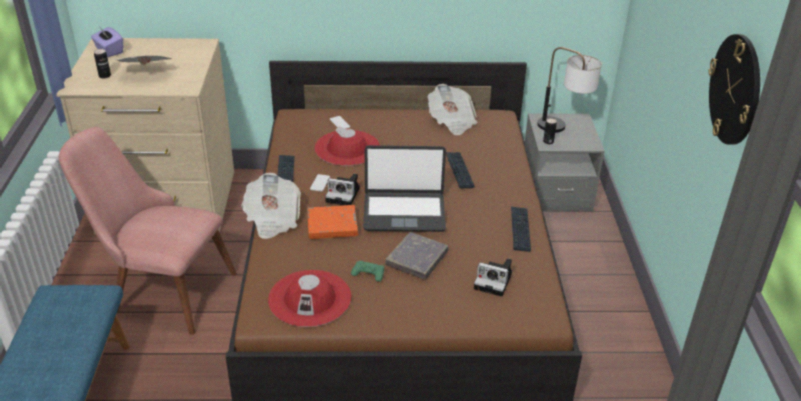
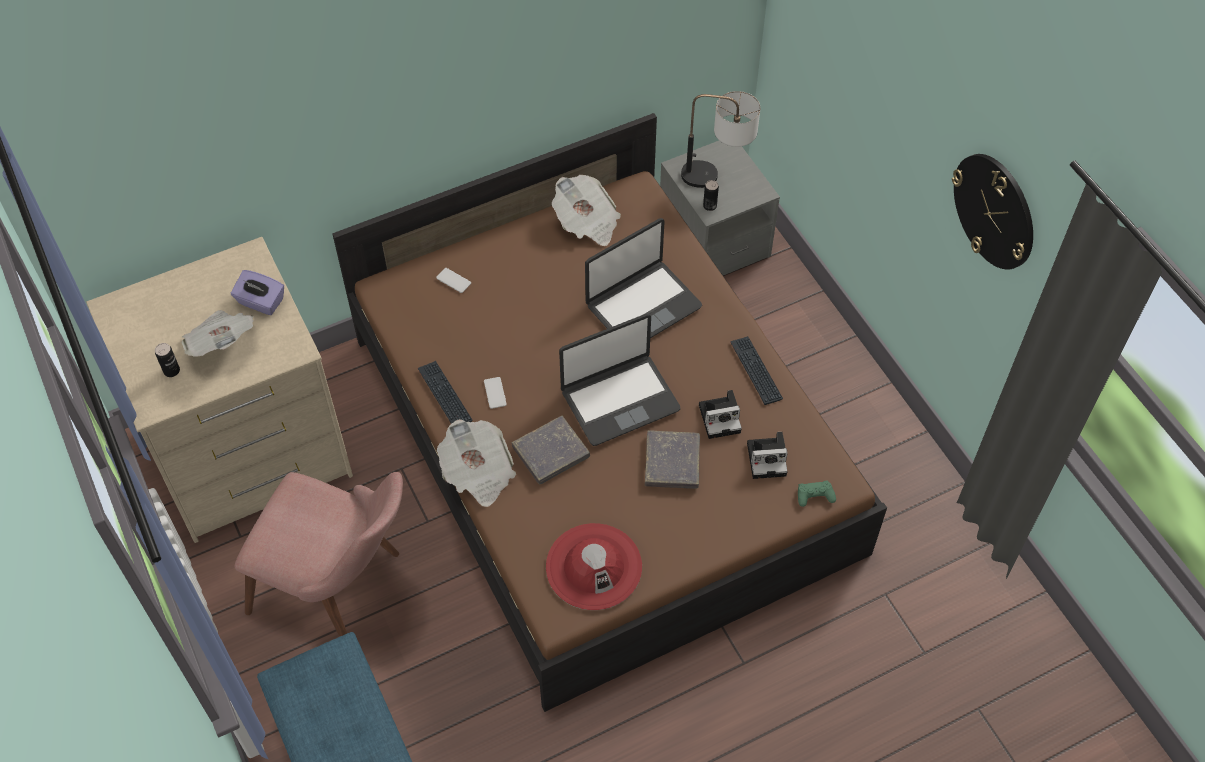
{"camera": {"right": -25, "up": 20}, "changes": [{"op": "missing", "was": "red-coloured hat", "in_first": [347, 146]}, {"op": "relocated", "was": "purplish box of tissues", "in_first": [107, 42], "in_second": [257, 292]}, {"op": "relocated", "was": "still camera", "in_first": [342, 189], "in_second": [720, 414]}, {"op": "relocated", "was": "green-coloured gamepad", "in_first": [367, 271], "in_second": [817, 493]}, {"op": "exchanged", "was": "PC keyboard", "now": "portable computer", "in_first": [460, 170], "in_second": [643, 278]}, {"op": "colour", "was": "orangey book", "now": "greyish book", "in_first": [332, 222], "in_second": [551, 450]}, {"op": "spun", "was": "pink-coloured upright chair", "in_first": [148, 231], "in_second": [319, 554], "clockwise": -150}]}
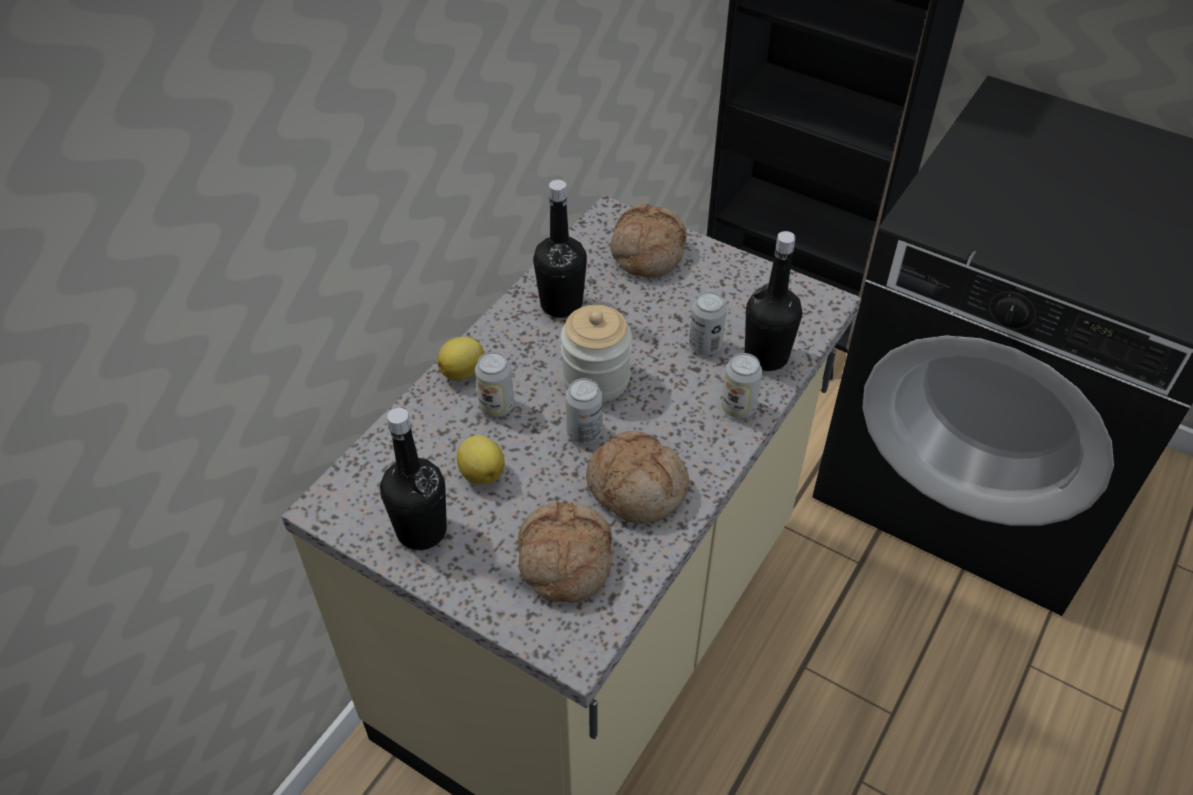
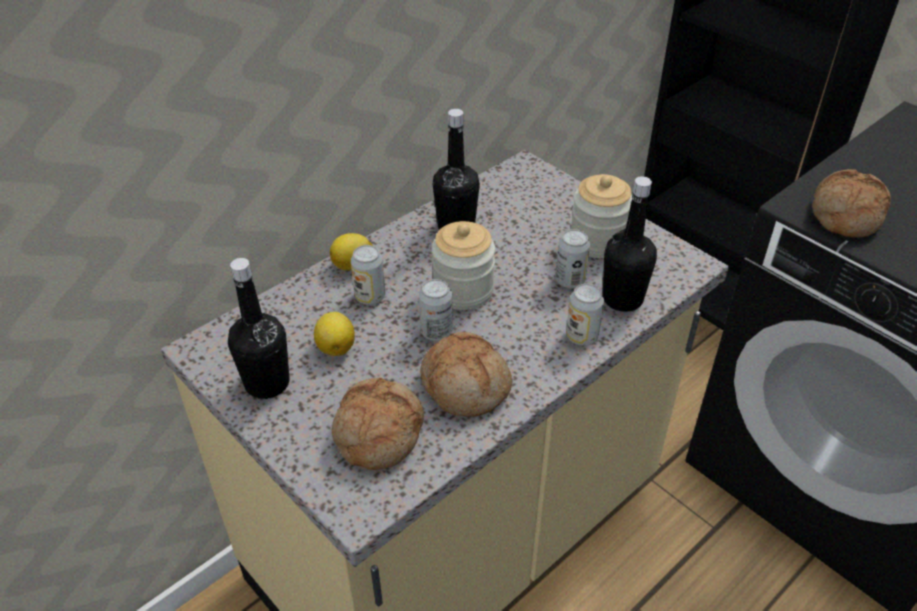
{"camera": {"right": 15, "up": -5}, "changes": [{"op": "appeared", "now": "preserve jar", "in_second": [601, 216]}, {"op": "relocated", "was": "bread", "in_first": [648, 241], "in_second": [851, 203]}]}
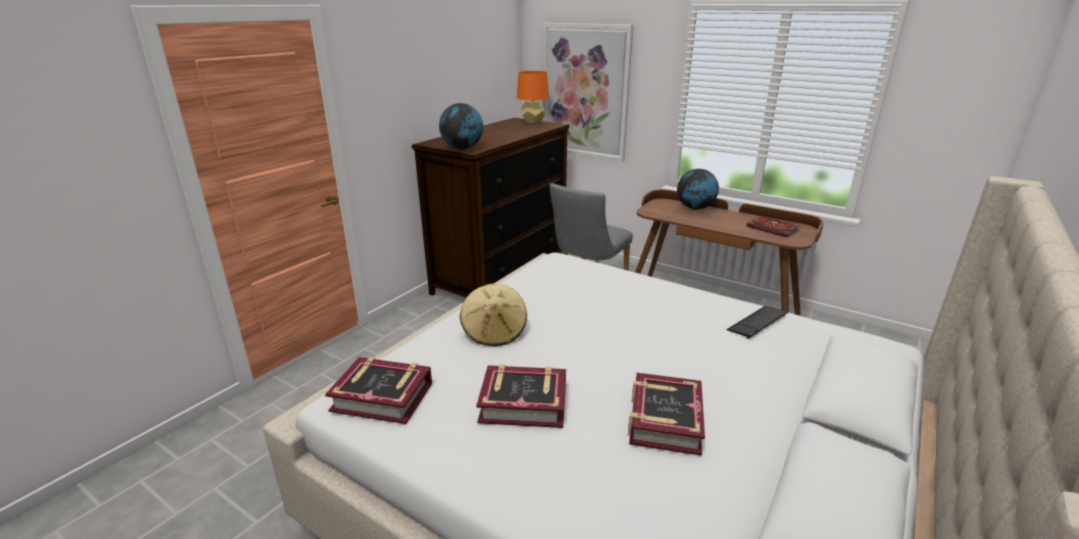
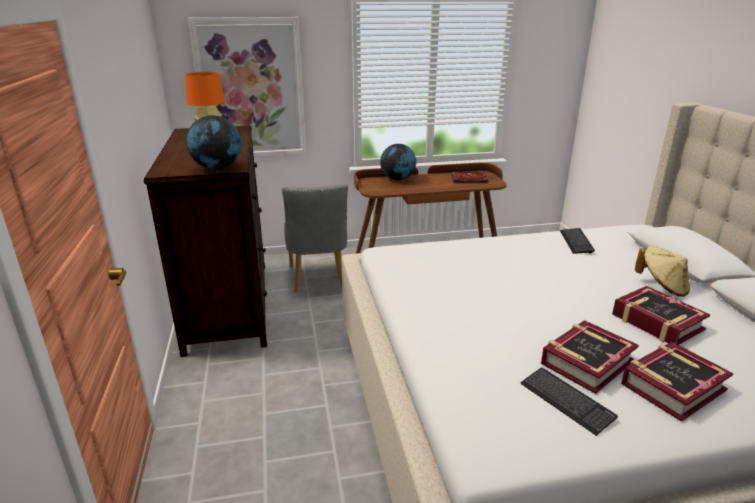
{"camera": {"right": -45, "up": 0}, "changes": [{"op": "appeared", "now": "PC keyboard", "in_second": [569, 402]}, {"op": "relocated", "was": "book", "in_first": [378, 390], "in_second": [677, 381]}, {"op": "relocated", "was": "sand-coloured hat", "in_first": [493, 315], "in_second": [662, 271]}]}
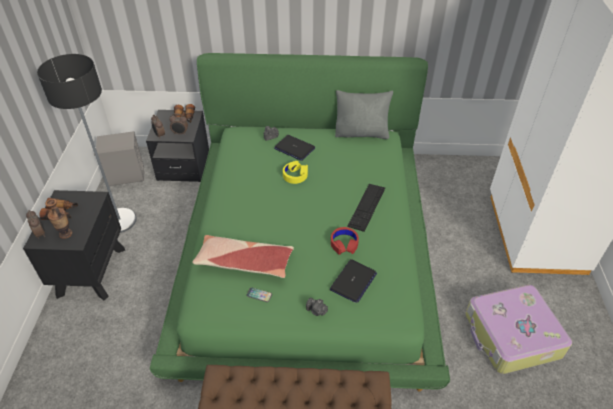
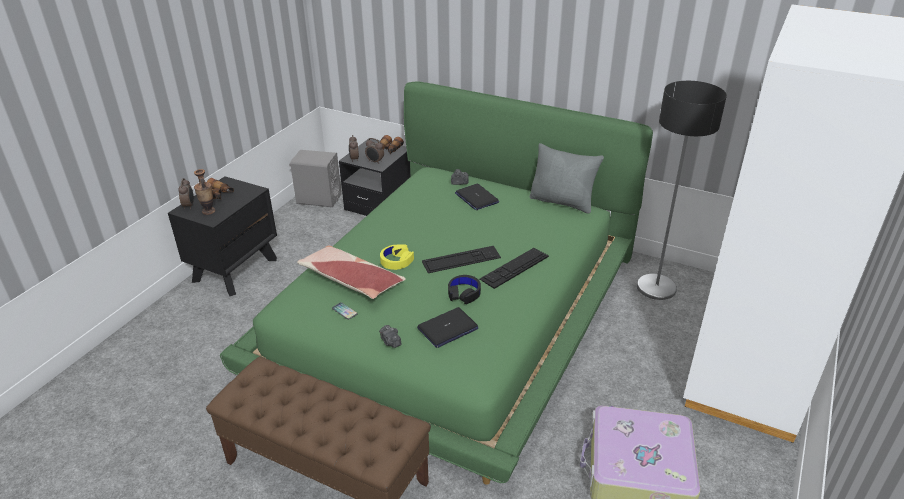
{"camera": {"right": 25, "up": -10}, "changes": [{"op": "appeared", "now": "PC keyboard", "in_second": [461, 259]}, {"op": "relocated", "was": "floor lamp", "in_first": [87, 143], "in_second": [682, 190]}, {"op": "relocated", "was": "yellow-coloured headphones", "in_first": [295, 172], "in_second": [397, 257]}, {"op": "colour", "was": "red-coloured headphones", "now": "blackish headphones", "in_first": [345, 241], "in_second": [464, 289]}]}
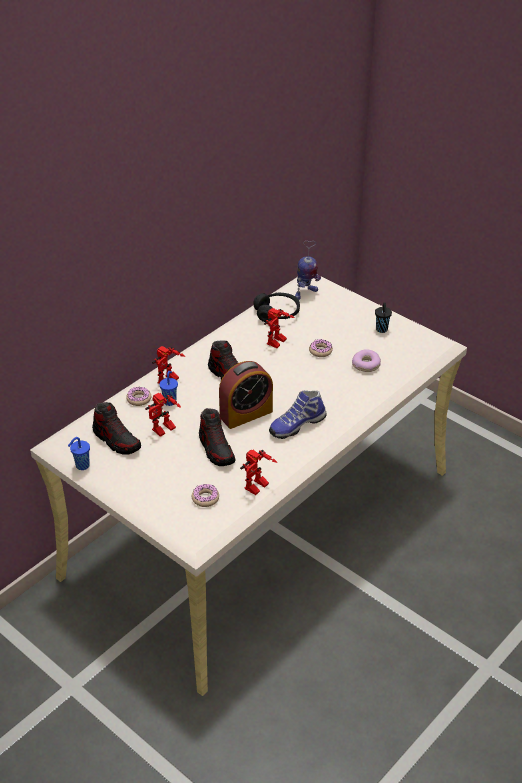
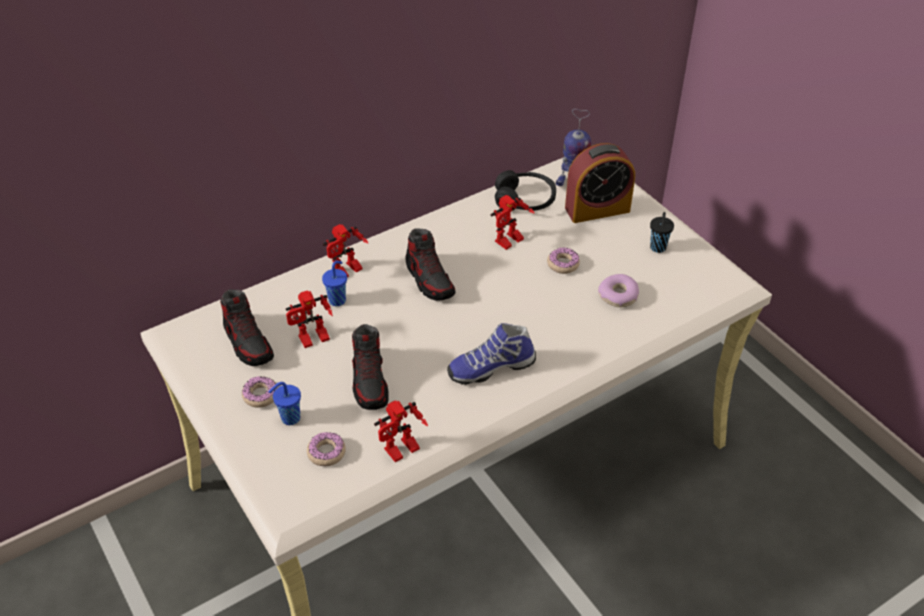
{"camera": {"right": 15, "up": 5}, "changes": [{"op": "relocated", "was": "bluish drinking cup", "in_first": [79, 453], "in_second": [284, 403]}, {"op": "relocated", "was": "doughnut", "in_first": [138, 396], "in_second": [260, 392]}, {"op": "relocated", "was": "alarm clock", "in_first": [246, 395], "in_second": [600, 183]}]}
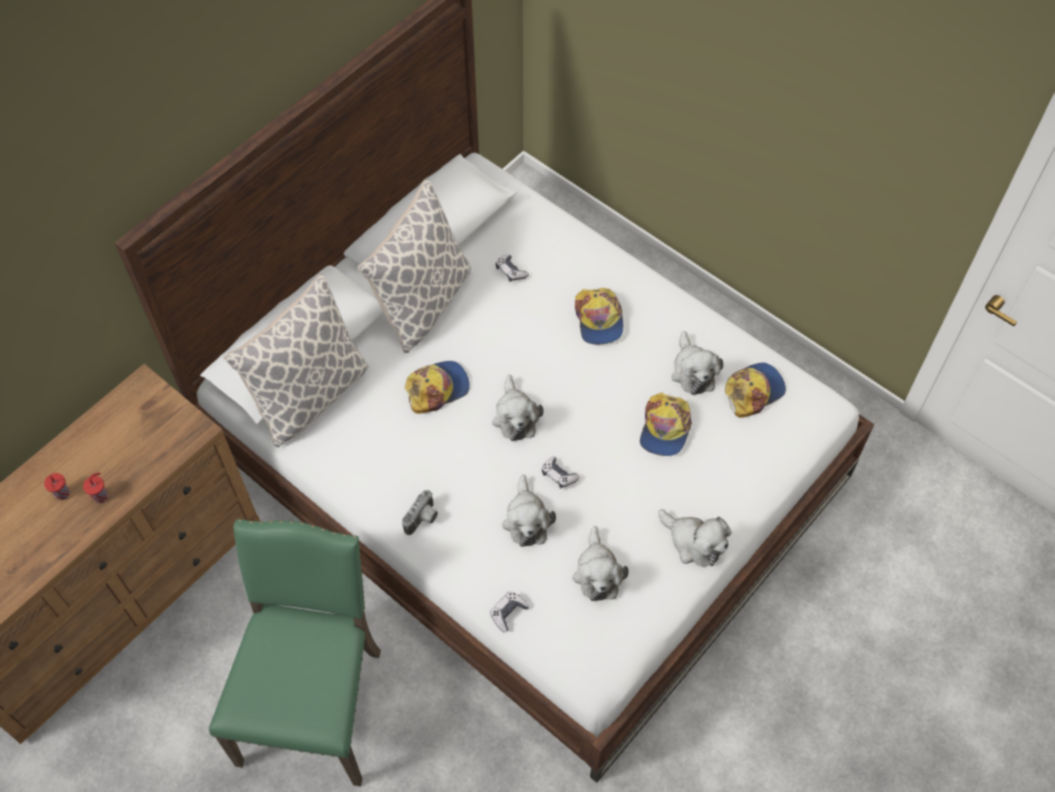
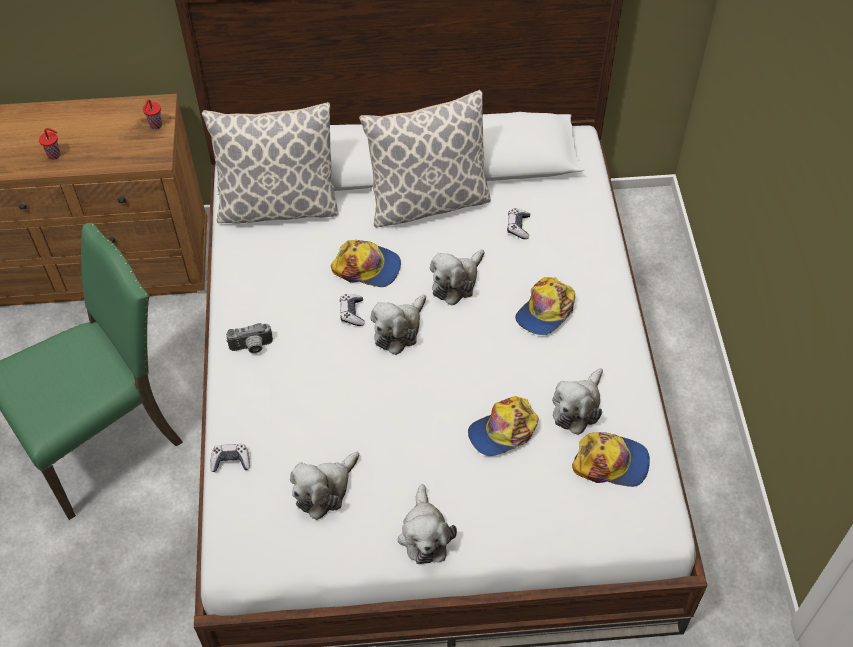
{"camera": {"right": 45, "up": -5}, "changes": [{"op": "relocated", "was": "red-coloured drinking cup", "in_first": [57, 486], "in_second": [152, 114]}, {"op": "relocated", "was": "cuddly toy", "in_first": [529, 511], "in_second": [457, 277]}, {"op": "relocated", "was": "gamepad", "in_first": [561, 472], "in_second": [352, 310]}]}
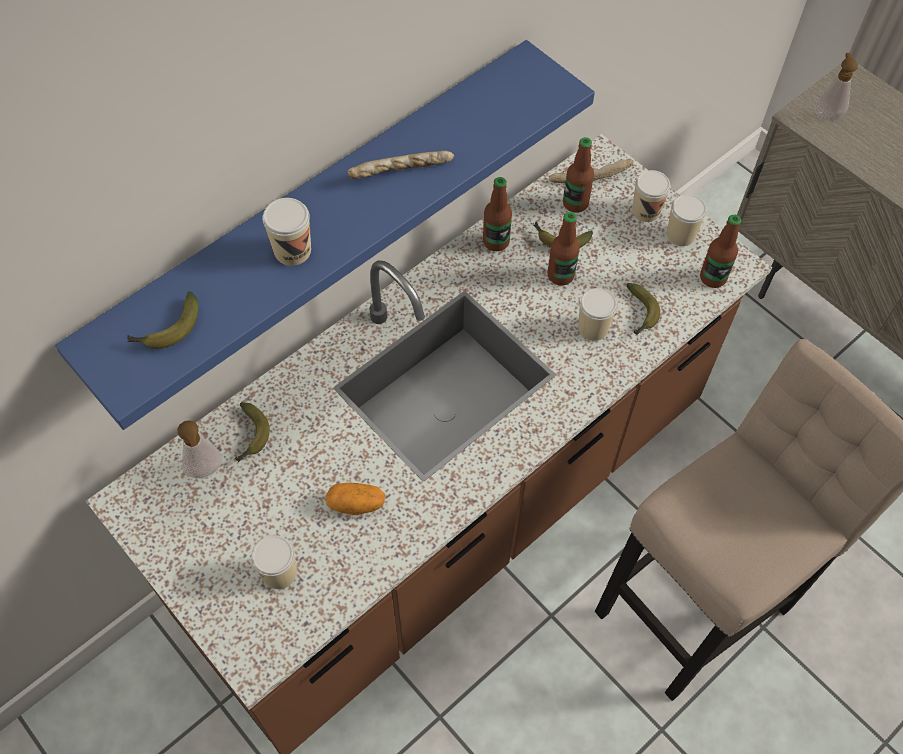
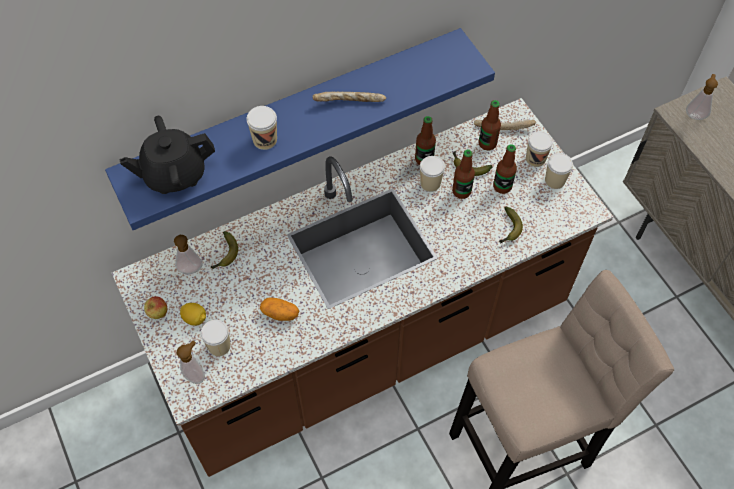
{"camera": {"right": 15, "up": 0}, "changes": [{"op": "appeared", "now": "apple", "in_second": [155, 307]}, {"op": "appeared", "now": "liquid soap bottle", "in_second": [191, 362]}, {"op": "appeared", "now": "lemon", "in_second": [193, 314]}, {"op": "relocated", "was": "drinking cup", "in_first": [597, 314], "in_second": [432, 174]}, {"op": "relocated", "was": "bottle", "in_first": [720, 251], "in_second": [505, 169]}, {"op": "exchanged", "was": "whole banana", "now": "blackish tea pot", "in_first": [162, 320], "in_second": [167, 155]}]}
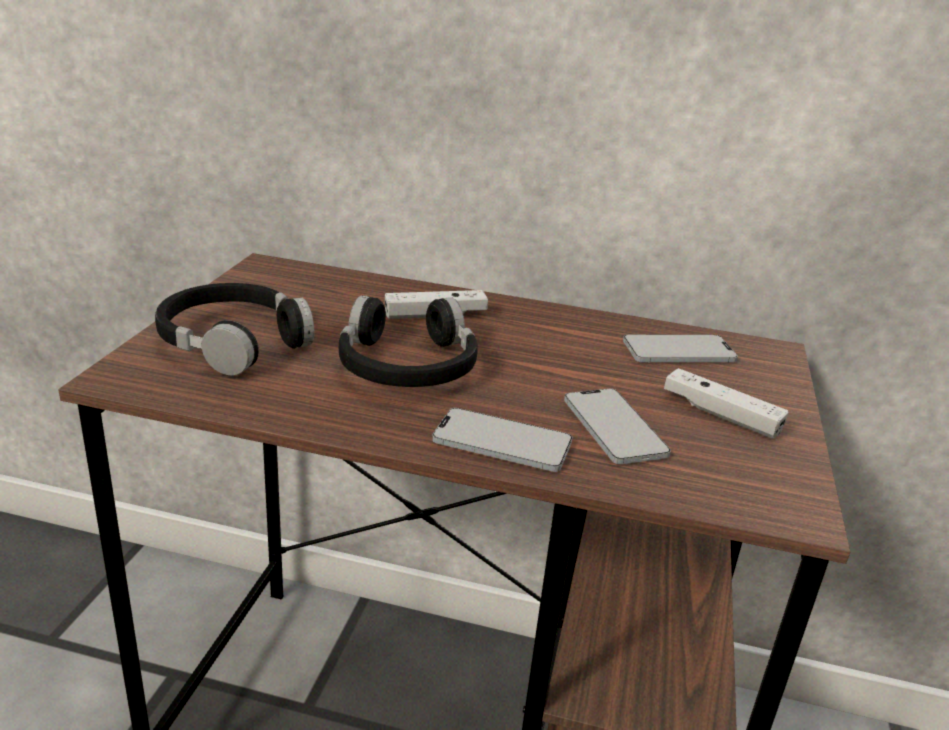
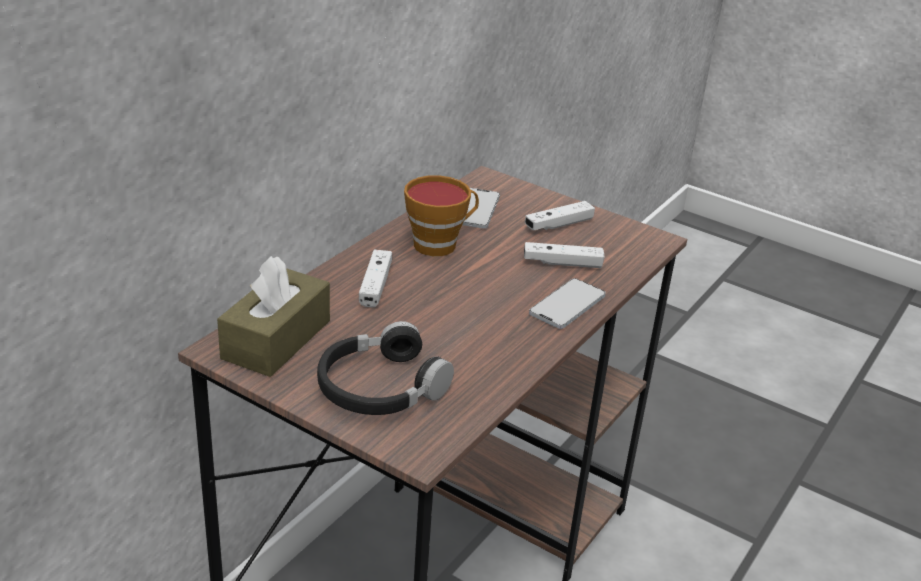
{"camera": {"right": -70, "up": 5}, "changes": [{"op": "missing", "was": "blackish headphones", "in_first": [408, 341]}, {"op": "appeared", "now": "brown-coloured box of tissues", "in_second": [273, 316]}, {"op": "appeared", "now": "drinking cup", "in_second": [441, 215]}, {"op": "exchanged", "was": "telephone", "now": "white gamepad", "in_first": [617, 426], "in_second": [564, 255]}]}
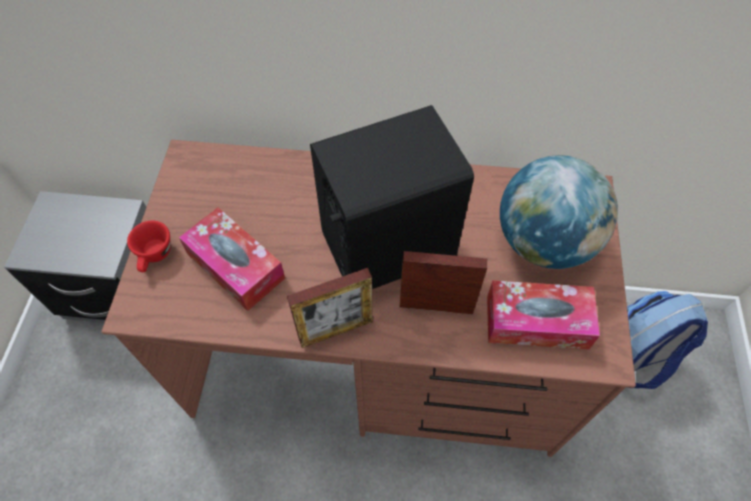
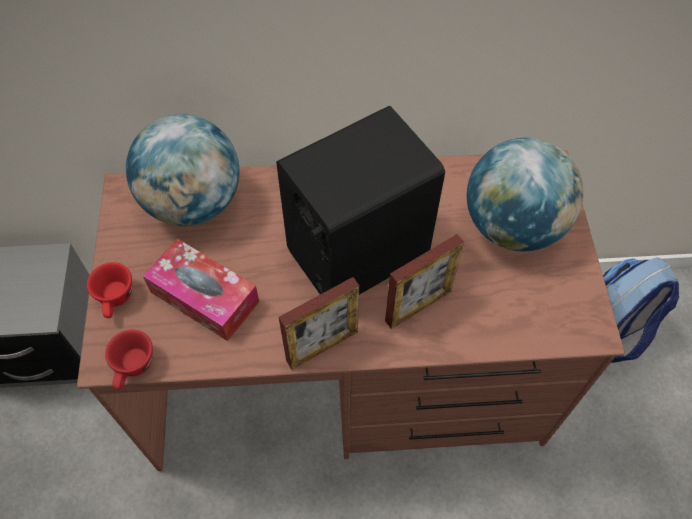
{"camera": {"right": -10, "up": 0}, "changes": [{"op": "missing", "was": "box of tissues", "in_first": [543, 315]}, {"op": "appeared", "now": "red-coloured drinking cup", "in_second": [129, 360]}, {"op": "appeared", "now": "globe", "in_second": [183, 170]}, {"op": "spun", "was": "standing frame", "in_first": [443, 282], "in_second": [424, 281], "clockwise": 150}]}
